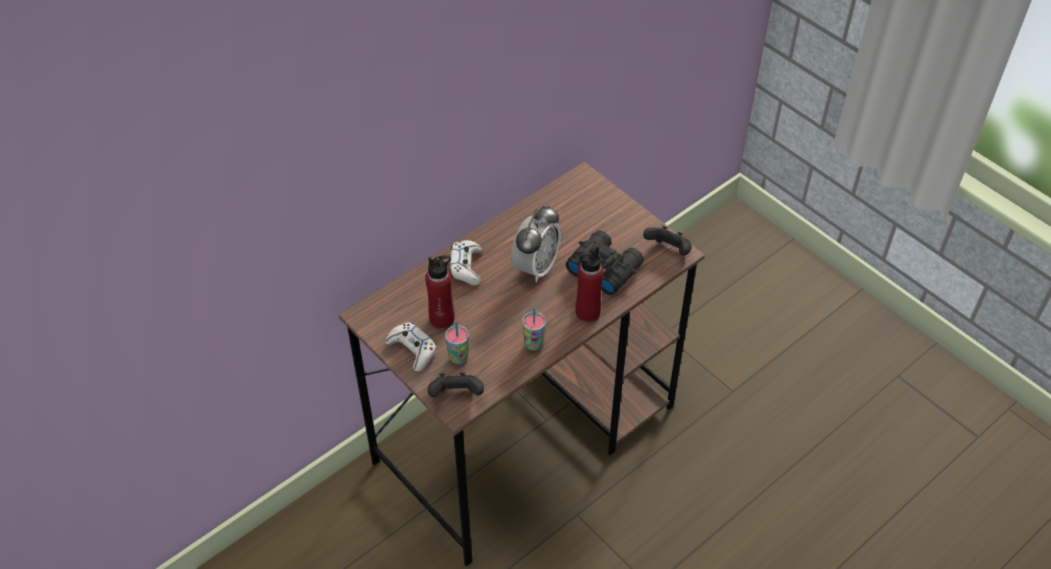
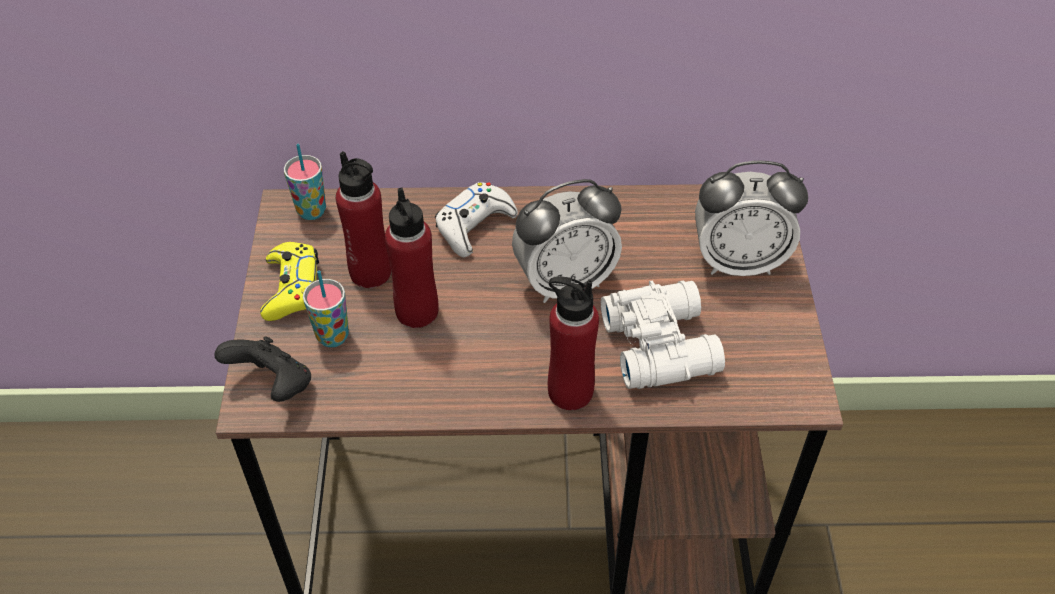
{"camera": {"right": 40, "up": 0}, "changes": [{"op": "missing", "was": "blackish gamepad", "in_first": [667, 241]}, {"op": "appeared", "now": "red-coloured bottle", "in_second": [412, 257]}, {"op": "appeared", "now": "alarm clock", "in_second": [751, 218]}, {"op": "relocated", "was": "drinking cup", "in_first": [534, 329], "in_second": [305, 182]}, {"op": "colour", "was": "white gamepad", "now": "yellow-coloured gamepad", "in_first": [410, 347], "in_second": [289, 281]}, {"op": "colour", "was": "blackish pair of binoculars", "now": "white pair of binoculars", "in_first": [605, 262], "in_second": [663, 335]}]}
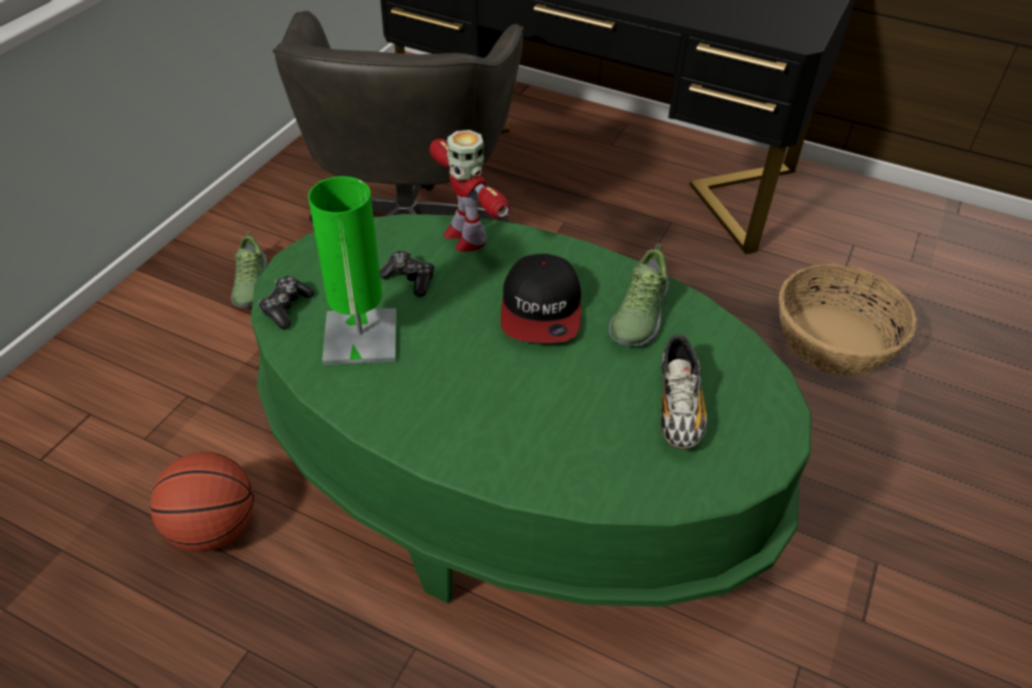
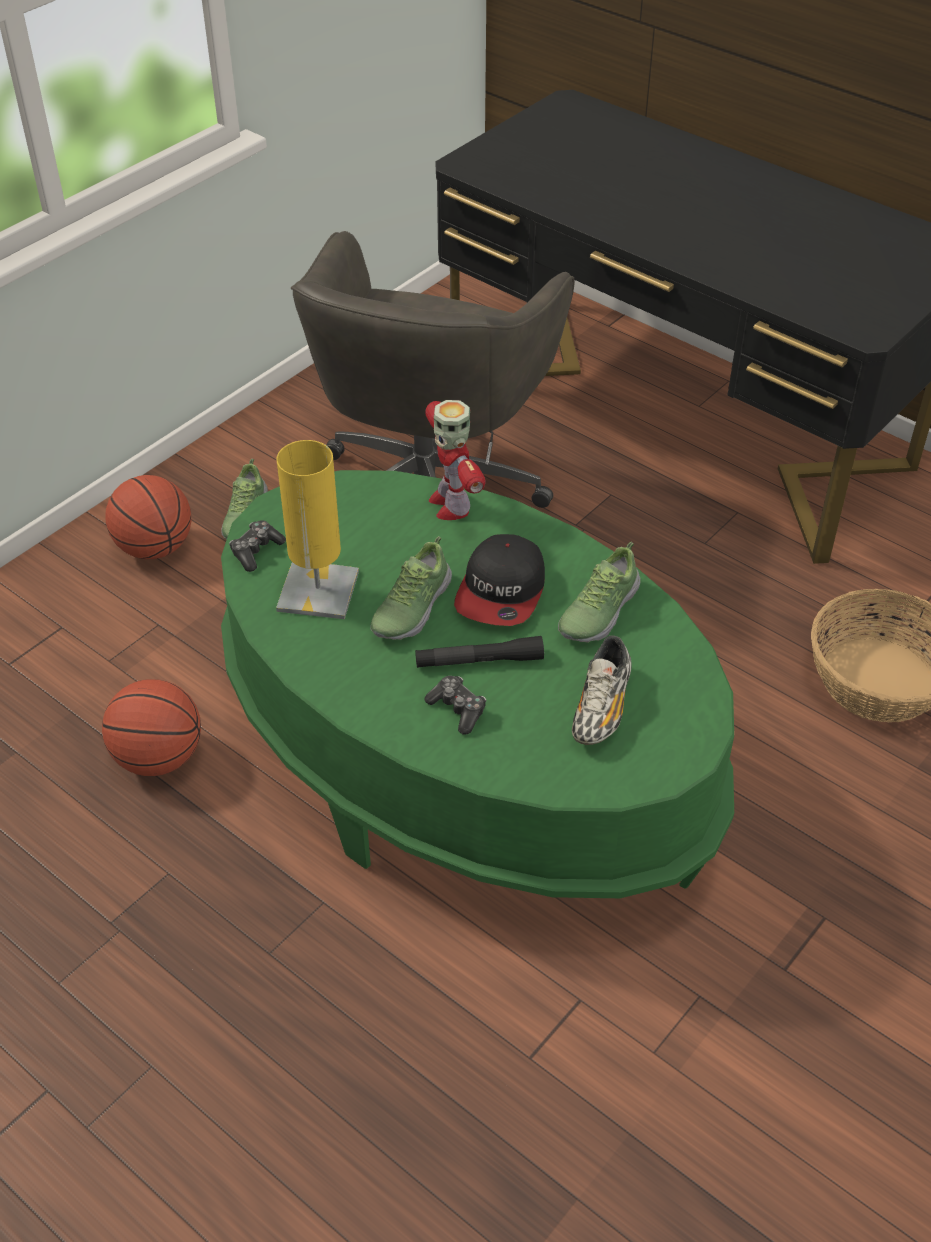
{"camera": {"right": 15, "up": 0}, "changes": [{"op": "appeared", "now": "ball for basketball", "in_second": [148, 517]}, {"op": "appeared", "now": "item of footwear", "in_second": [411, 588]}, {"op": "appeared", "now": "blackish flashlight", "in_second": [479, 652]}, {"op": "relocated", "was": "gamepad", "in_first": [407, 274], "in_second": [455, 705]}, {"op": "colour", "was": "green-coloured table lamp", "now": "yellow-coloured table lamp", "in_first": [352, 270], "in_second": [317, 529]}]}
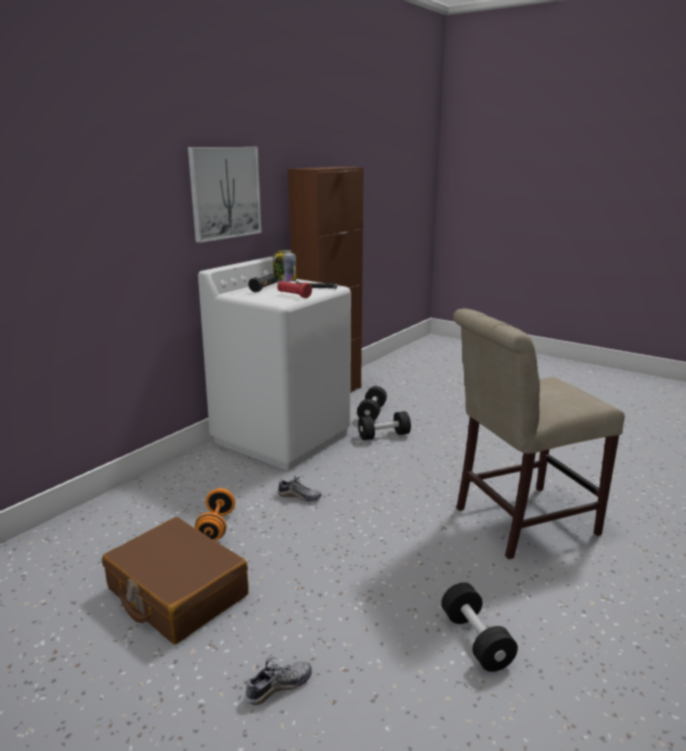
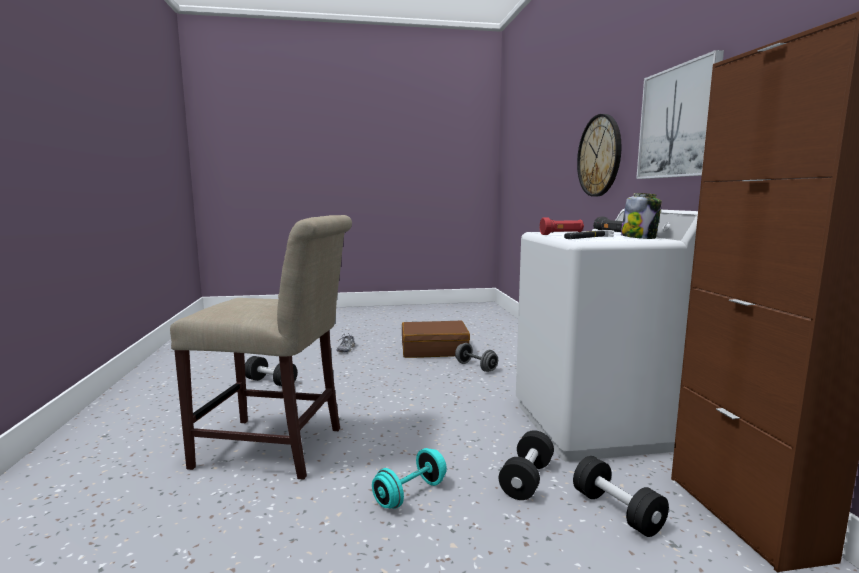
{"camera": {"right": 135, "up": -10}, "changes": [{"op": "missing", "was": "item of footwear", "in_first": [299, 489]}, {"op": "appeared", "now": "turquoise-coloured free weight", "in_second": [409, 478]}, {"op": "appeared", "now": "clock on the wall", "in_second": [599, 155]}, {"op": "colour", "was": "orangey free weight", "now": "greyish free weight", "in_first": [215, 514], "in_second": [476, 357]}, {"op": "spun", "was": "sand-coloured upright chair", "in_first": [539, 434], "in_second": [261, 347], "clockwise": 75}]}
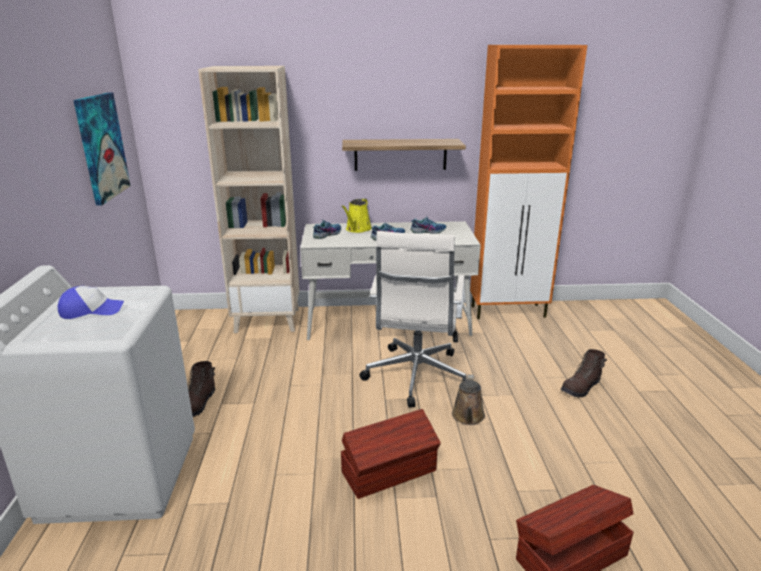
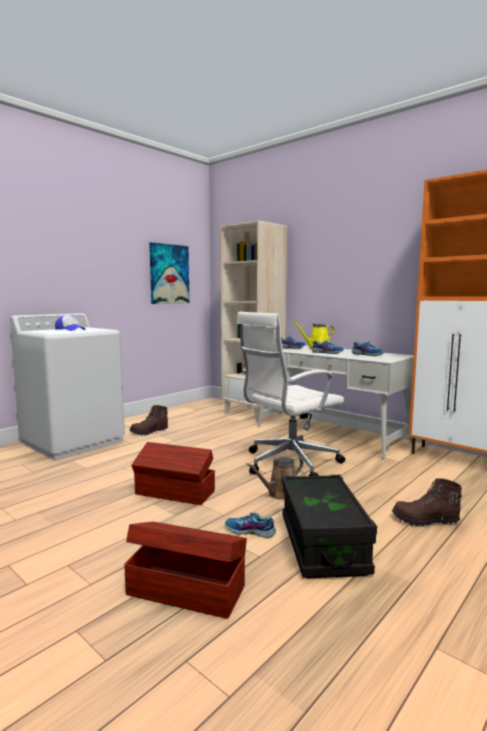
{"camera": {"right": 45, "up": -15}, "changes": [{"op": "missing", "was": "bracket shelf", "in_first": [404, 155]}, {"op": "appeared", "now": "item of footwear", "in_second": [250, 525]}, {"op": "appeared", "now": "blackish storage bin", "in_second": [329, 526]}]}
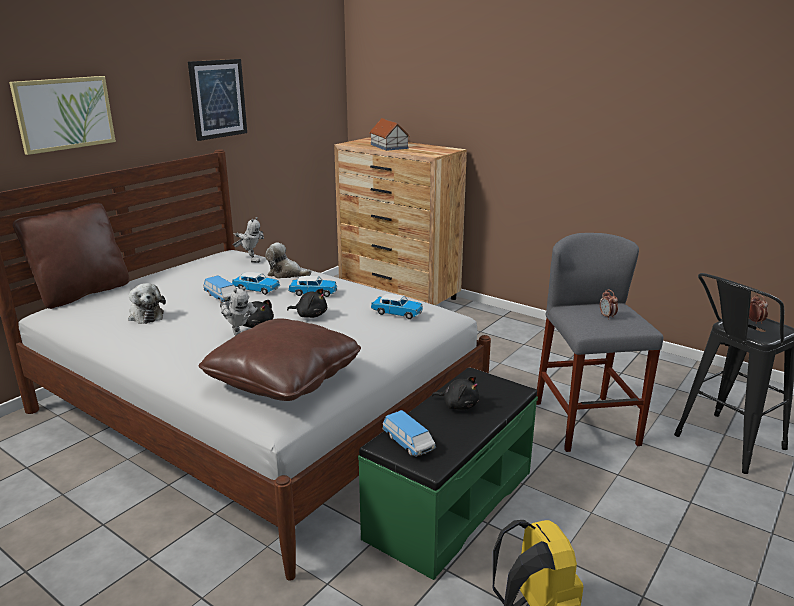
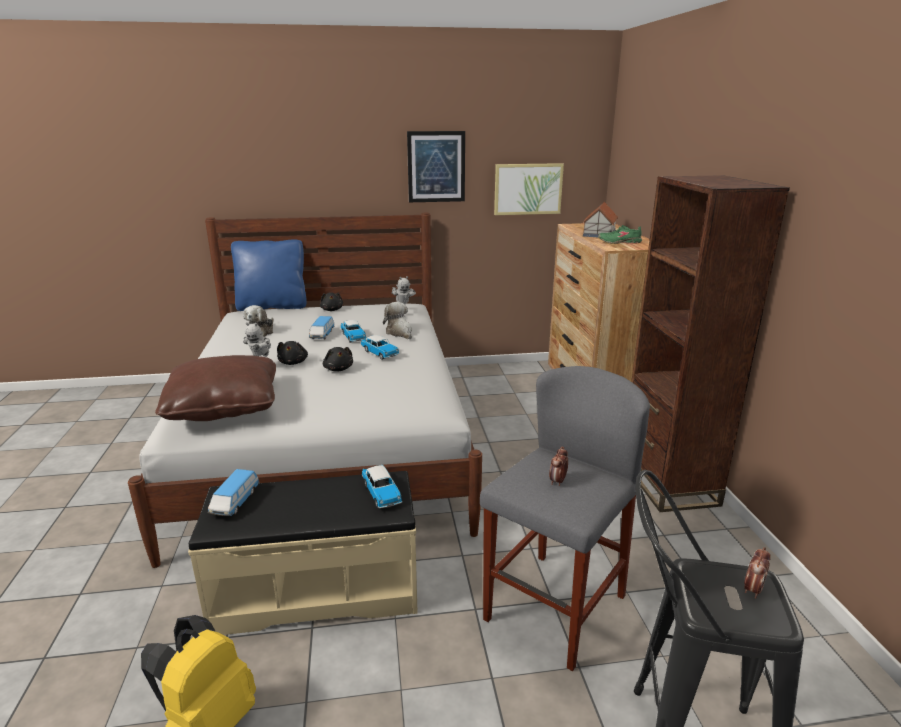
{"camera": {"right": 45, "up": 0}, "changes": [{"op": "appeared", "now": "green-coloured item of footwear", "in_second": [620, 234]}, {"op": "appeared", "now": "brown-coloured bookcase", "in_second": [710, 343]}, {"op": "relocated", "was": "picture", "in_first": [62, 115], "in_second": [529, 189]}, {"op": "relocated", "was": "model car", "in_first": [397, 306], "in_second": [382, 486]}, {"op": "relocated", "was": "blackish cuddly toy", "in_first": [455, 393], "in_second": [331, 301]}, {"op": "colour", "was": "brown-coloured cushion", "now": "bluish cushion", "in_first": [71, 256], "in_second": [269, 275]}, {"op": "colour", "was": "green-coloured long seat", "now": "sand-coloured long seat", "in_first": [448, 473], "in_second": [303, 553]}]}
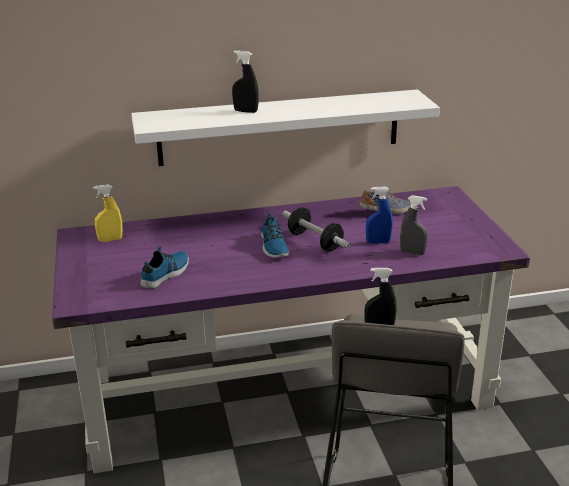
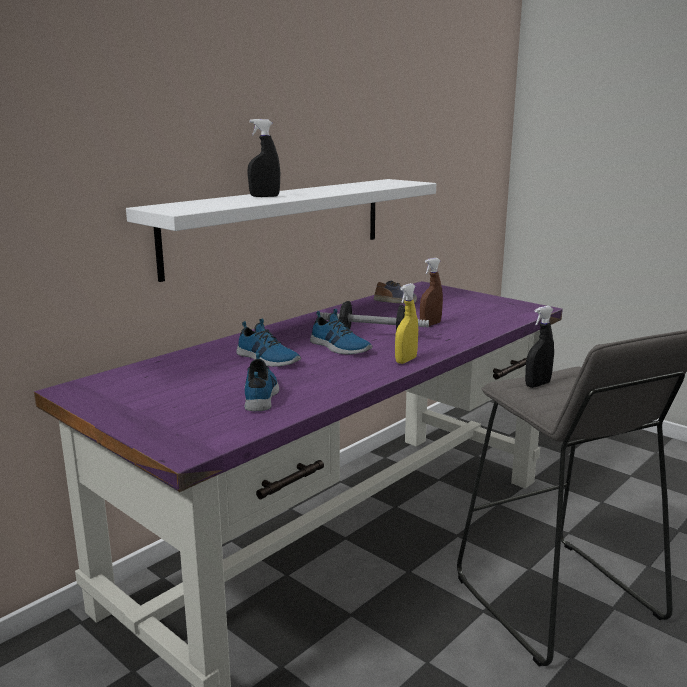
{"camera": {"right": -35, "up": -10}, "changes": [{"op": "missing", "was": "greyish hand sprayer", "in_first": [414, 225]}, {"op": "appeared", "now": "item of footwear", "in_second": [269, 343]}, {"op": "relocated", "was": "yellow-coloured hand sprayer", "in_first": [108, 213], "in_second": [406, 323]}, {"op": "colour", "was": "bluish hand sprayer", "now": "brown-coloured hand sprayer", "in_first": [379, 215], "in_second": [431, 292]}]}
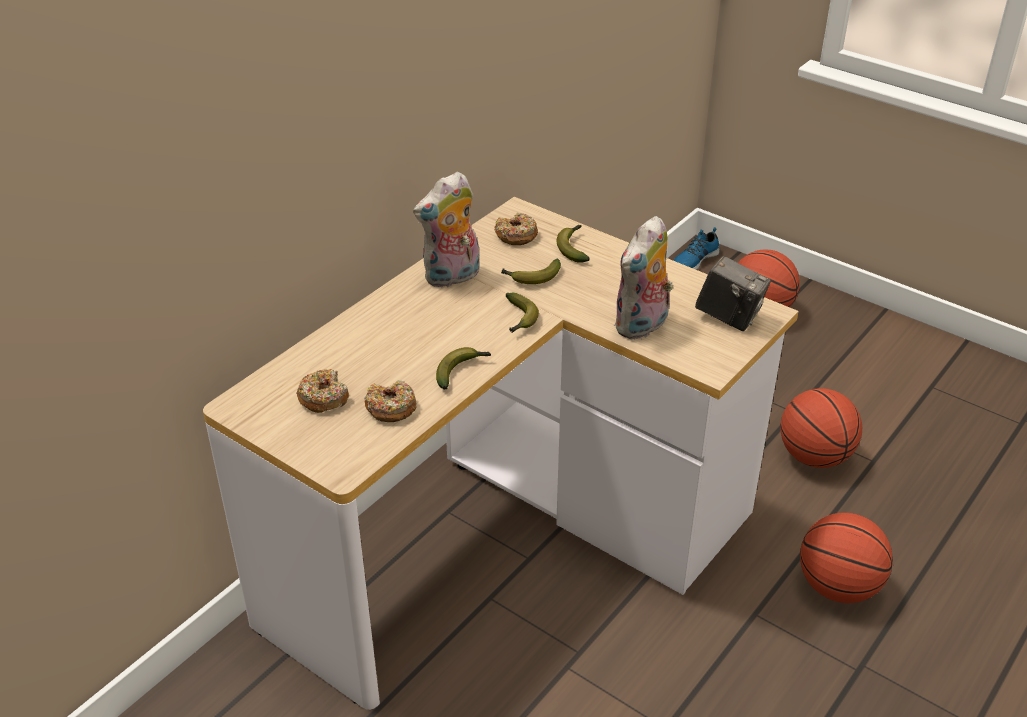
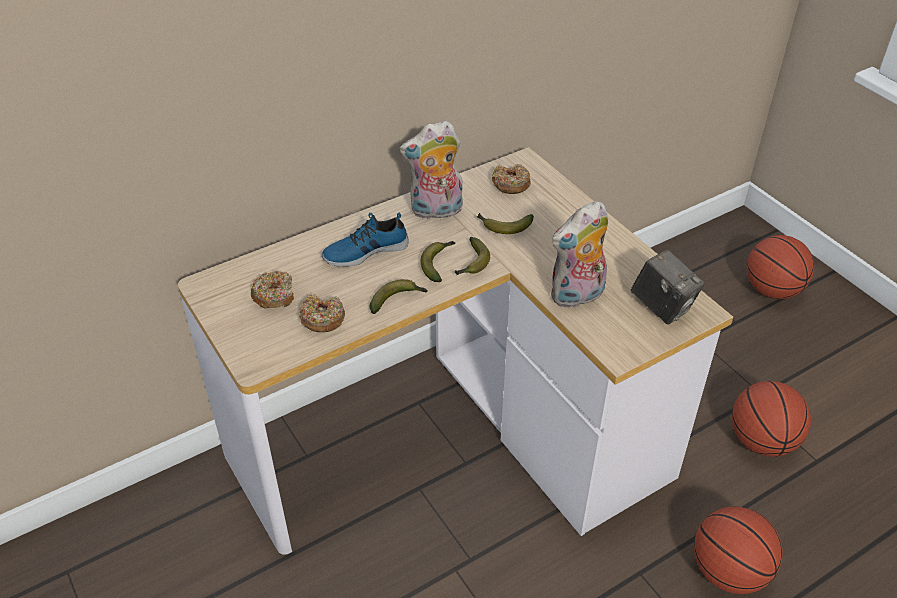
{"camera": {"right": 20, "up": 5}, "changes": [{"op": "relocated", "was": "whole banana", "in_first": [573, 244], "in_second": [438, 261]}, {"op": "relocated", "was": "item of footwear", "in_first": [696, 248], "in_second": [365, 240]}]}
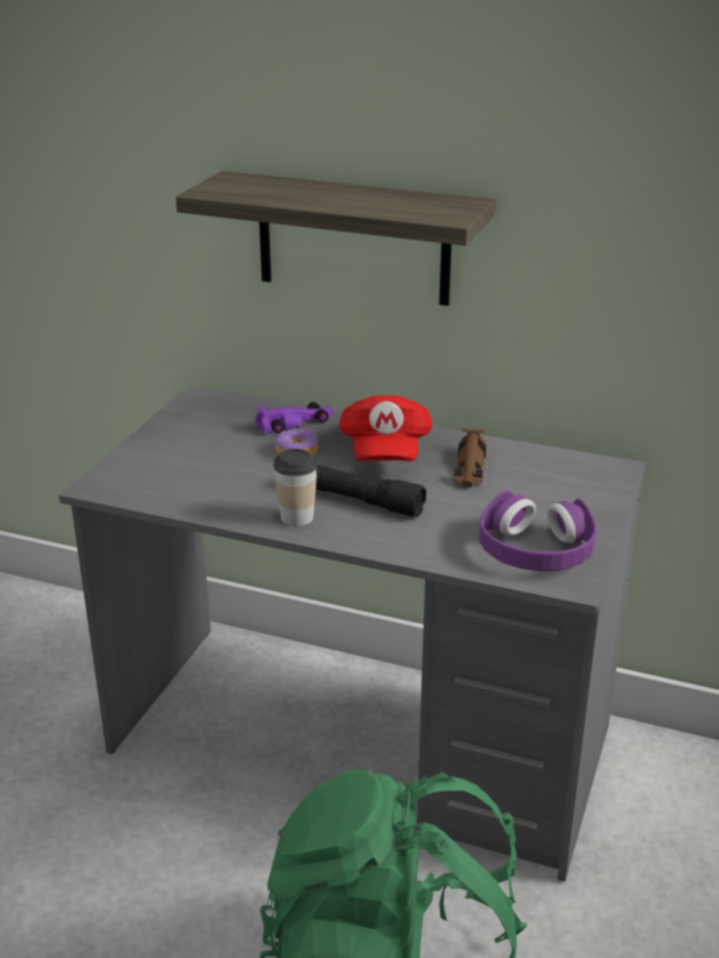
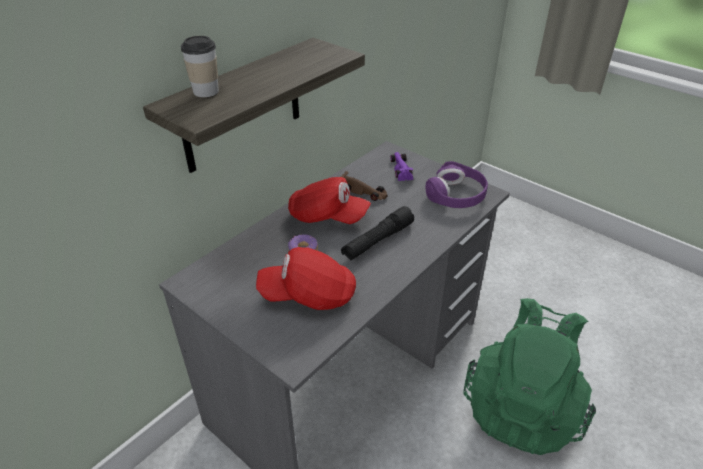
{"camera": {"right": -70, "up": 10}, "changes": [{"op": "appeared", "now": "red-coloured cap", "in_second": [306, 278]}, {"op": "relocated", "was": "purplish model car", "in_first": [294, 418], "in_second": [401, 166]}, {"op": "relocated", "was": "drinking cup", "in_first": [295, 487], "in_second": [200, 66]}]}
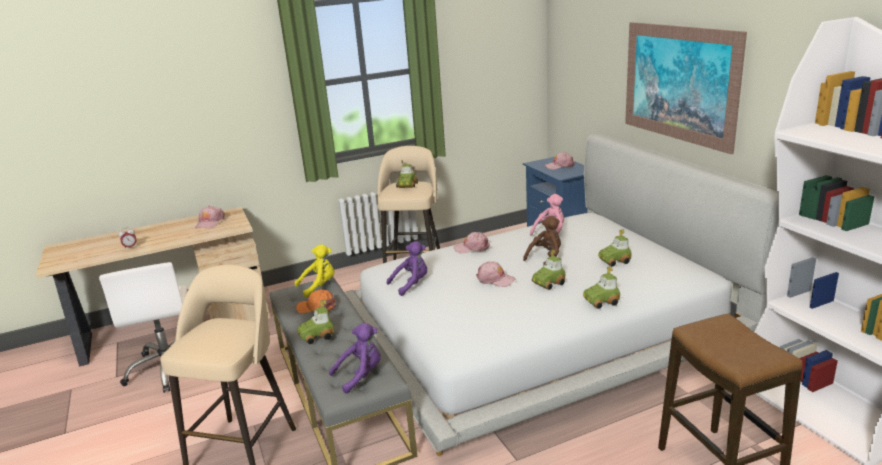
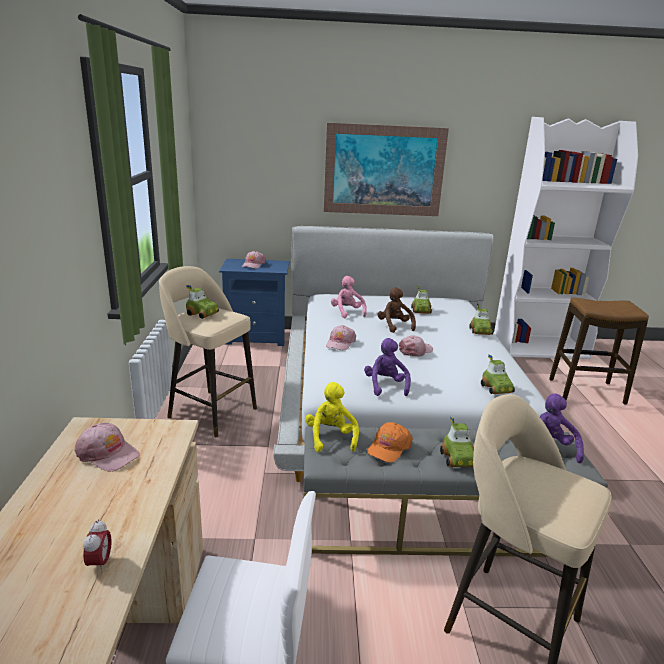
{"camera": {"right": -70, "up": 0}, "changes": [{"op": "relocated", "was": "model car", "in_first": [548, 269], "in_second": [498, 374]}]}
